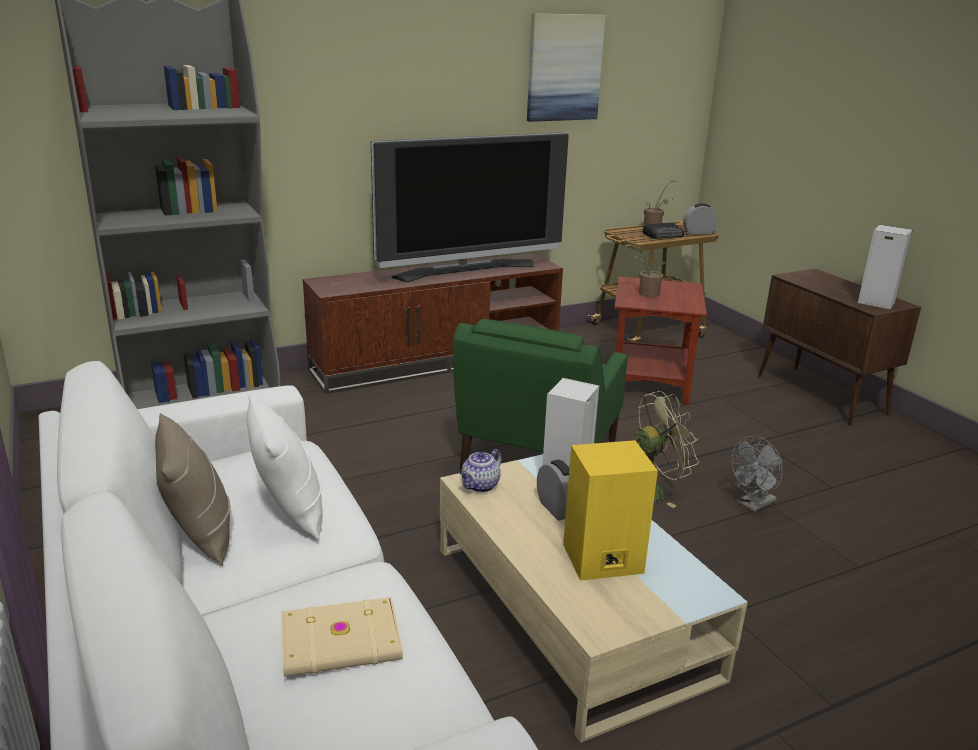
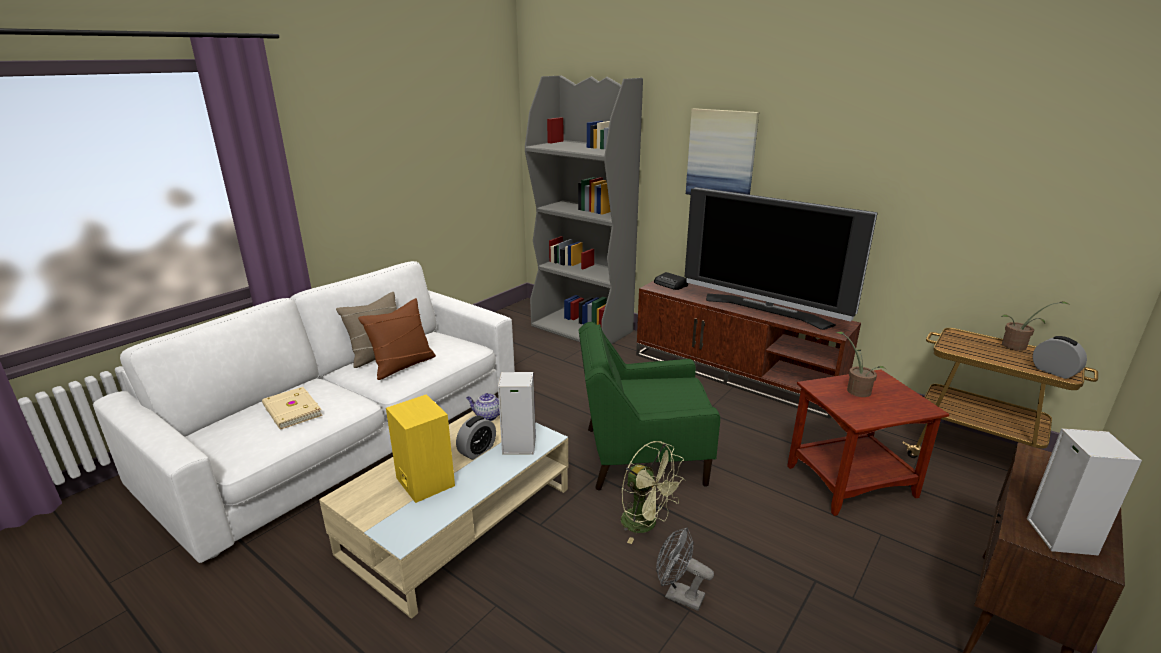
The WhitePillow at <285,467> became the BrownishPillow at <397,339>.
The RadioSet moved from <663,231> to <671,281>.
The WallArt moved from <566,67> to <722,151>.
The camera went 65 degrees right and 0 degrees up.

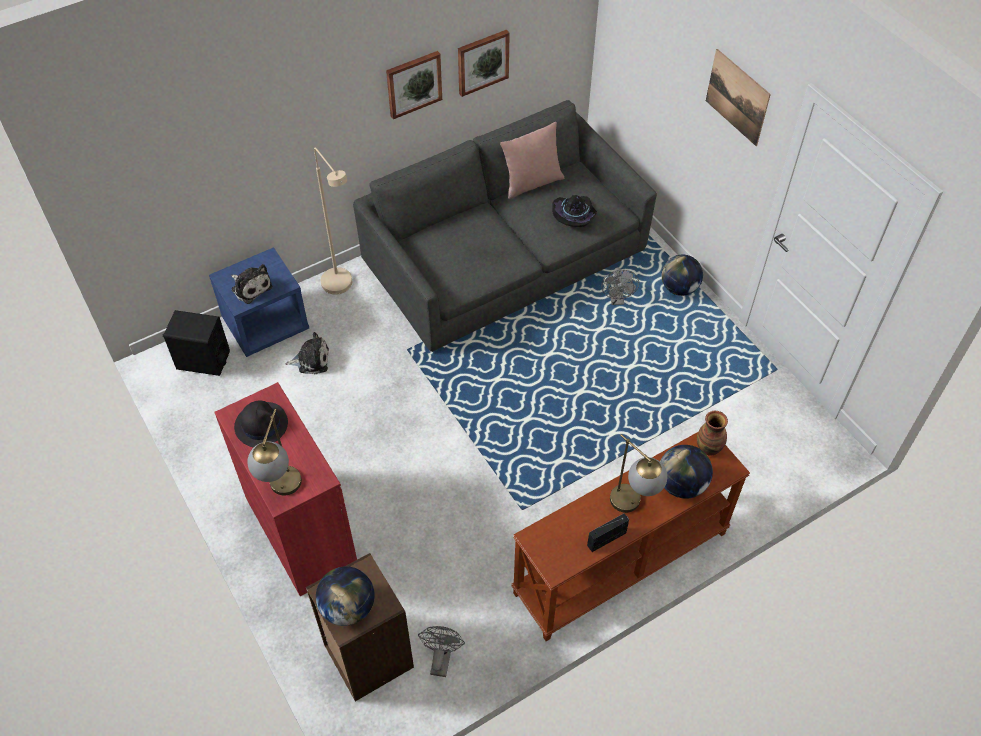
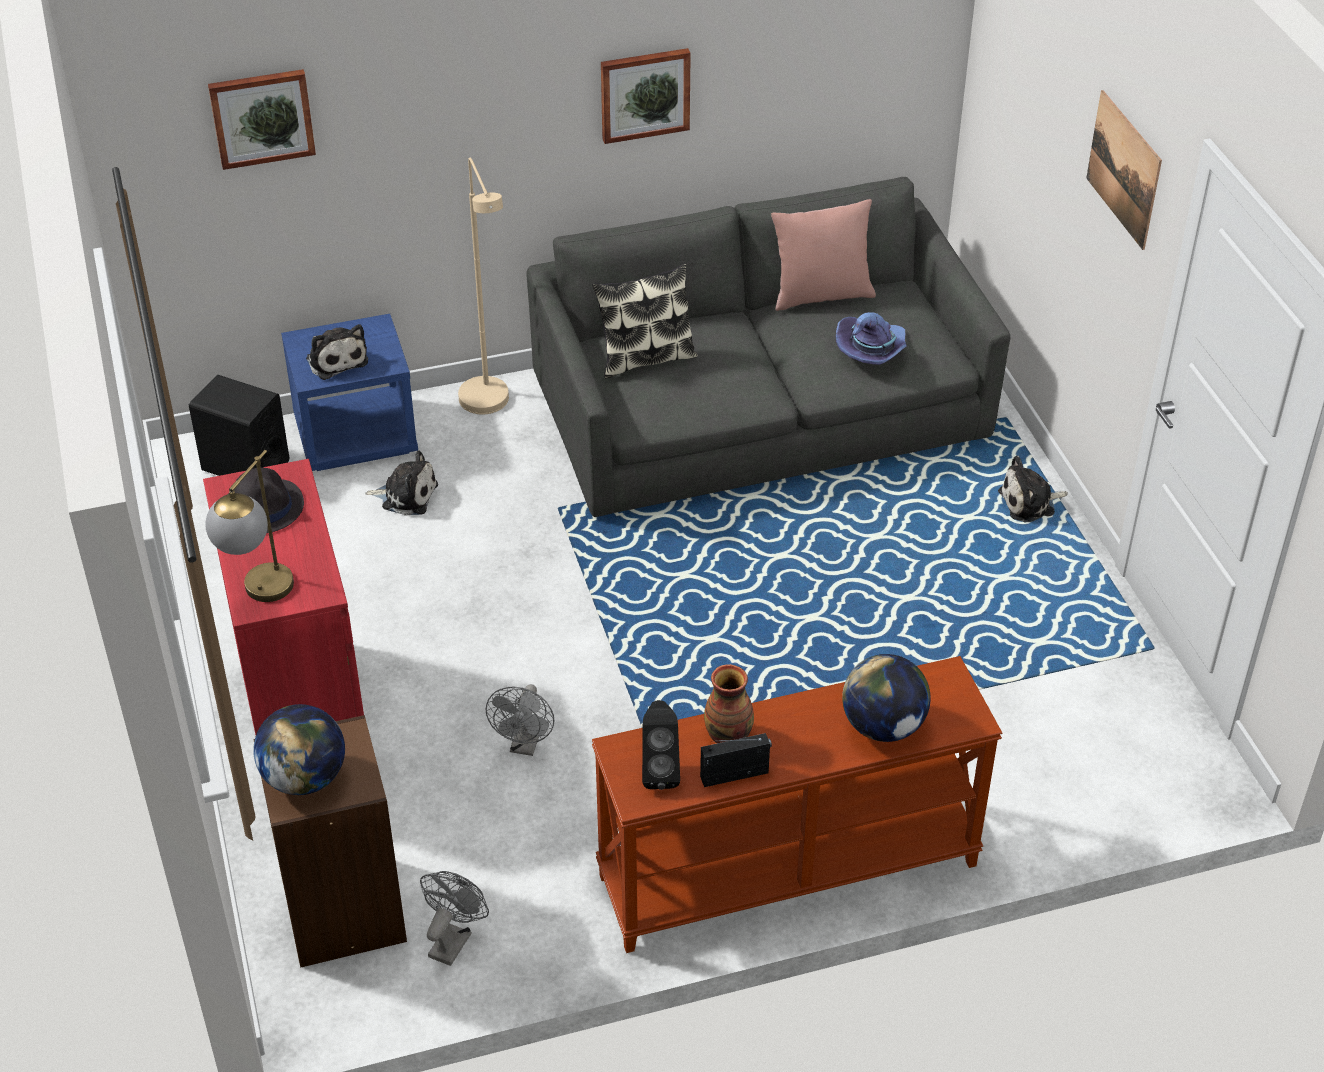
The WallArt moved from <484,63> to <262,119>.
The GreyCoolingFan moved from <620,286> to <519,720>.
The Pillow at <645,320> appeared.
The BlackishLoudspeaker at <661,745> appeared.
The DecorativeVase moved from <712,433> to <729,703>.
The BlackishClothingHat at <574,211> became the PurpleClothingHat at <871,338>.
The WorldGlobe at <682,275> was replaced by the SoftToy at <1033,489>.
The TableLamp at <638,473> disappeared.
The camera went 15 degrees right and 10 degrees down.

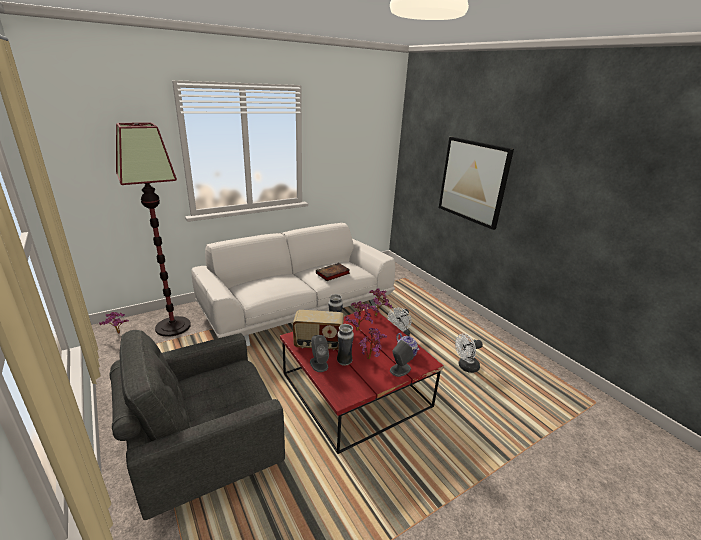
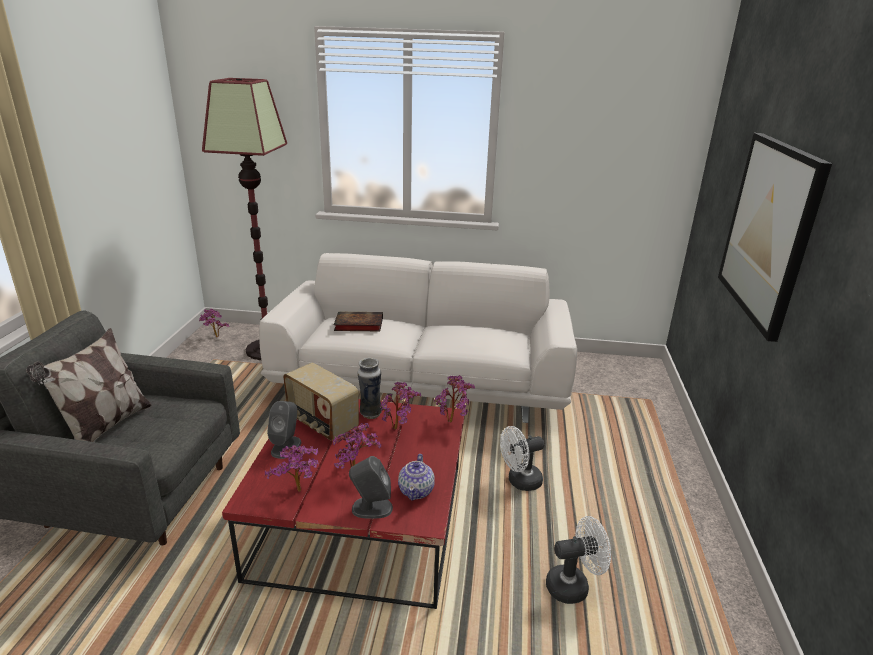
The Pillow at <89,385> appeared.
The Houseplant at <292,468> appeared.
The Book moved from <333,272> to <358,321>.
The WhiteCoolingFan at <469,353> turned 150 degrees clockwise.
The DecorativeVase at <345,345> disappeared.
The camera went 40 degrees right and 0 degrees up.

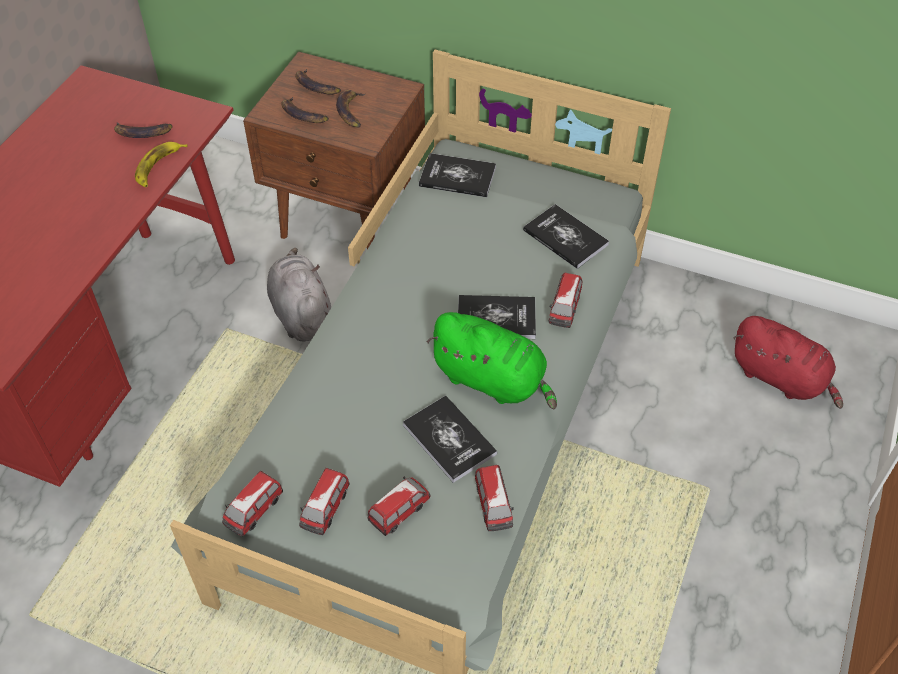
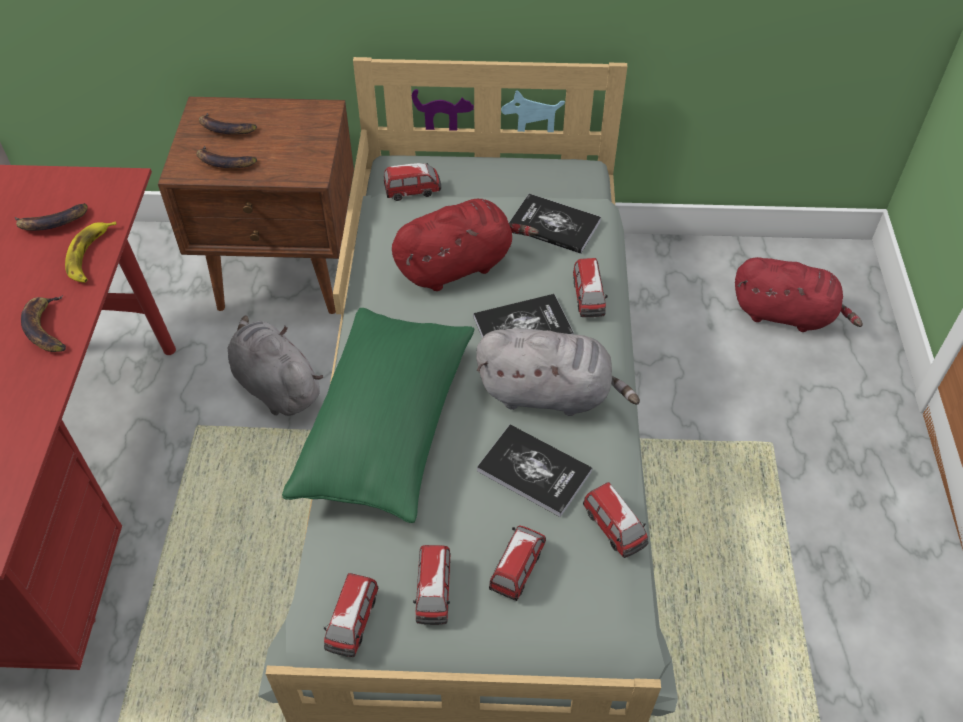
The Banana moved from <351,109> to <43,323>.
The GreenishPillow at <378,415> appeared.
The Book at <457,175> was replaced by the MiniatureCar at <412,182>.
The RedColouredSoftToy at <465,245> appeared.
The GreenishSoftToy at <492,360> became the GreySoftToy at <558,372>.
The camera went 20 degrees left and 0 degrees up.

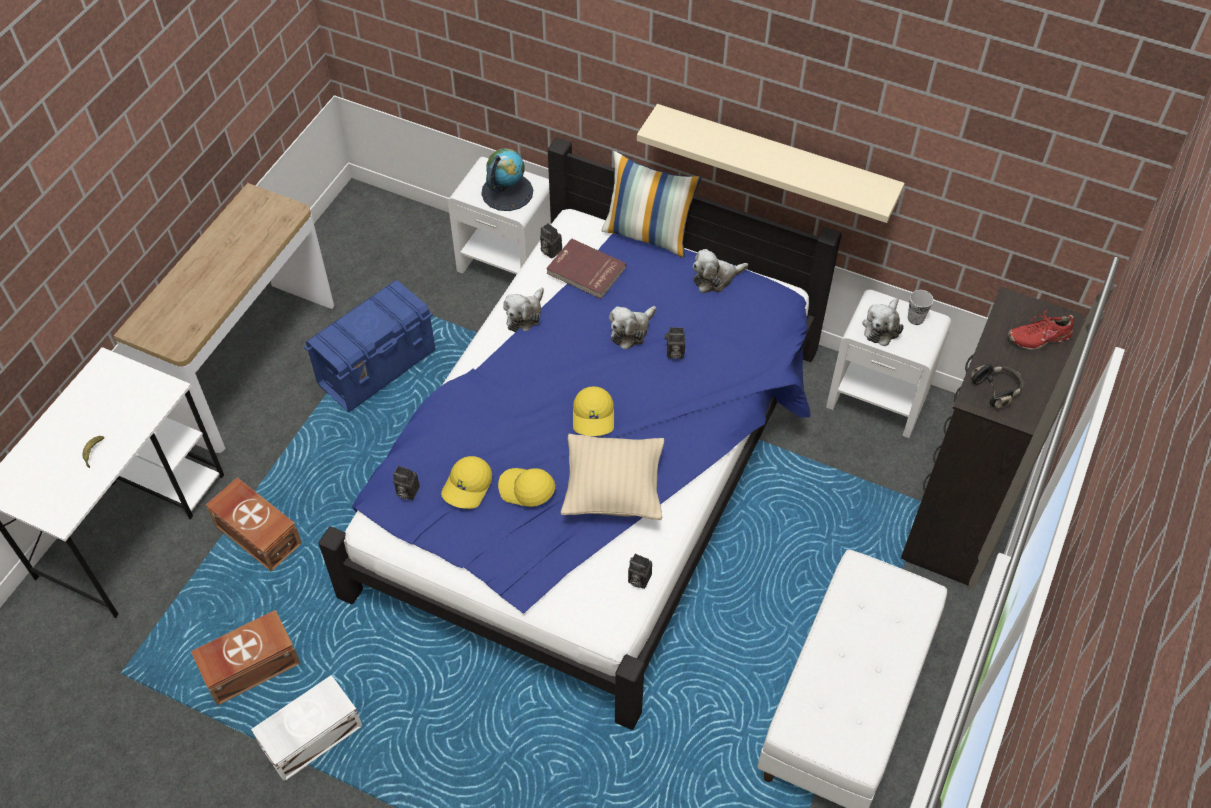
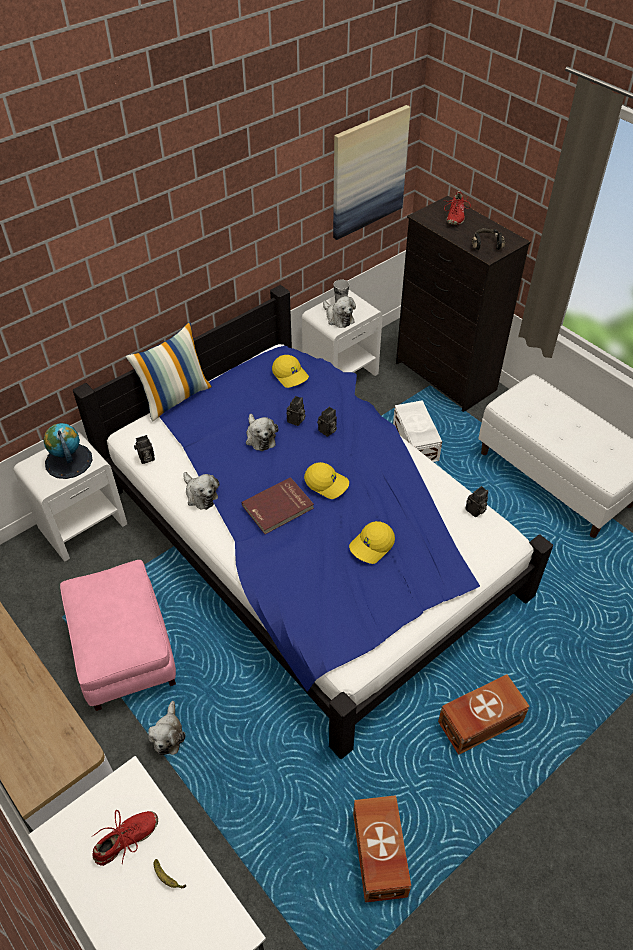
The BluishStorageContainer at <369,346> was replaced by the PinkPouffe at <118,635>.
The RedColouredShoe at <124,838> appeared.
The SoftToy moved from <720,271> to <166,728>.
The RedColouredBook moved from <586,269> to <278,505>.
The YellowishBaseballCap moved from <466,482> to <290,371>.
The PhotoCamera moved from <406,483> to <327,422>.
The WallArt at <372,172> appeared.
The WhiteStorageContainer moved from <306,728> to <417,431>.
The BrownishStorageContainer moved from <254,524> to <484,714>.
The BeigePillow at <612,477> disappeared.
The BeigeBracketShelf at <771,163> disappeared.
The camera went 65 degrees left and 5 degrees down.

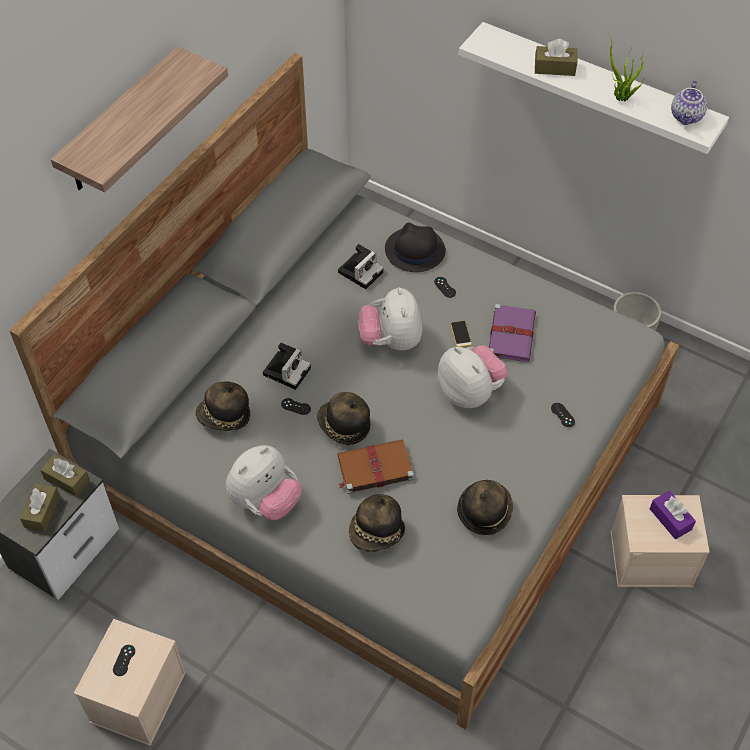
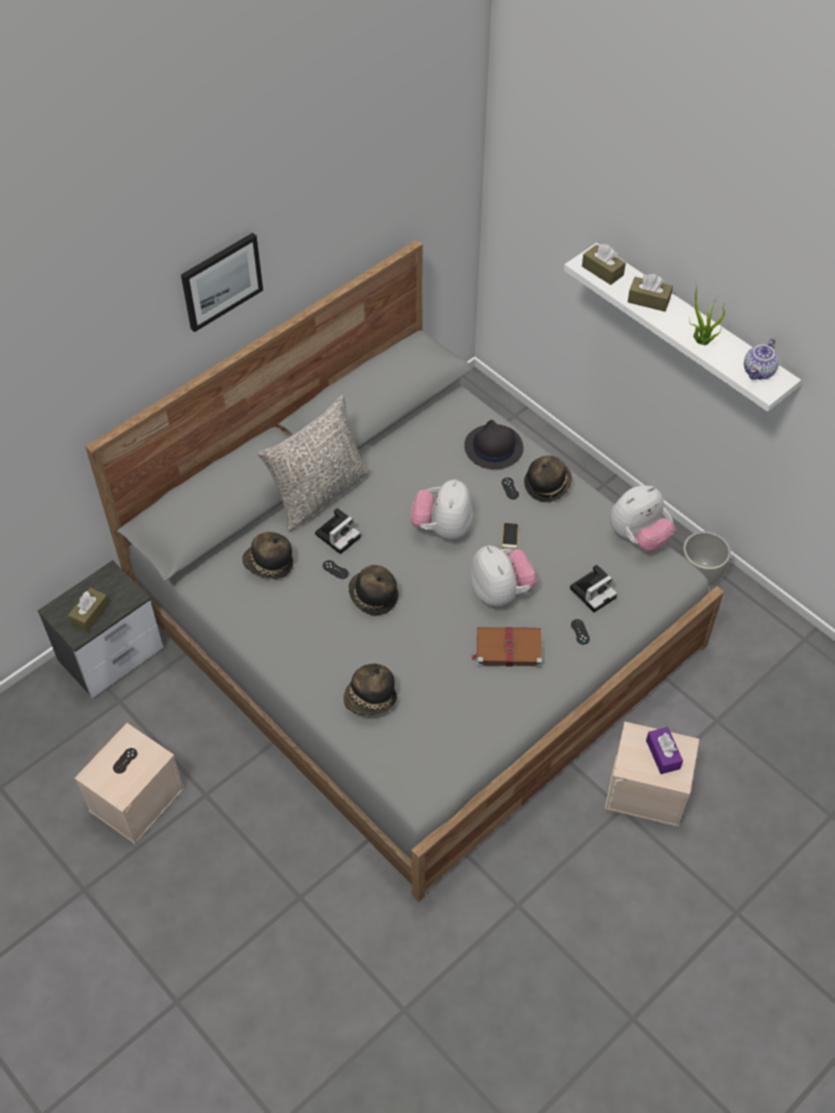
The BracketShelf at <139,119> was replaced by the WallArt at <222,282>.
The GreyPillow at <314,463> appeared.
The BrownishBook moved from <375,467> to <506,647>.
The ClothingHat moved from <485,507> to <548,479>.
The PhotoCamera moved from <361,266> to <593,588>.
The BrownishTissueHolder moved from <65,475> to <604,264>.
The SoftToy moved from <264,482> to <642,518>.
The PurpleBook at <512,333> disappeared.
The camera went 15 degrees right and 0 degrees up.

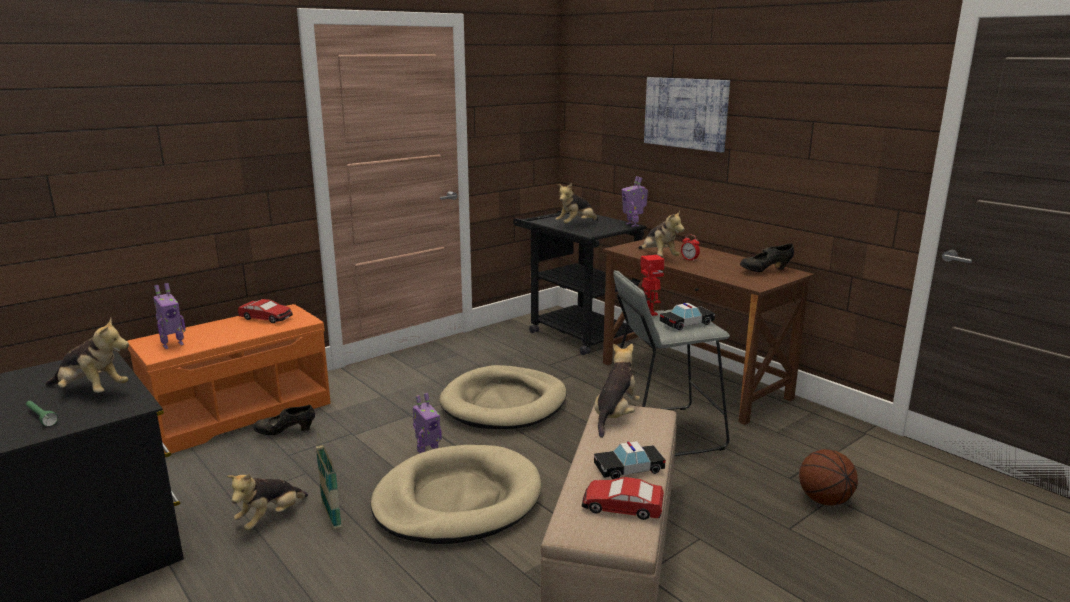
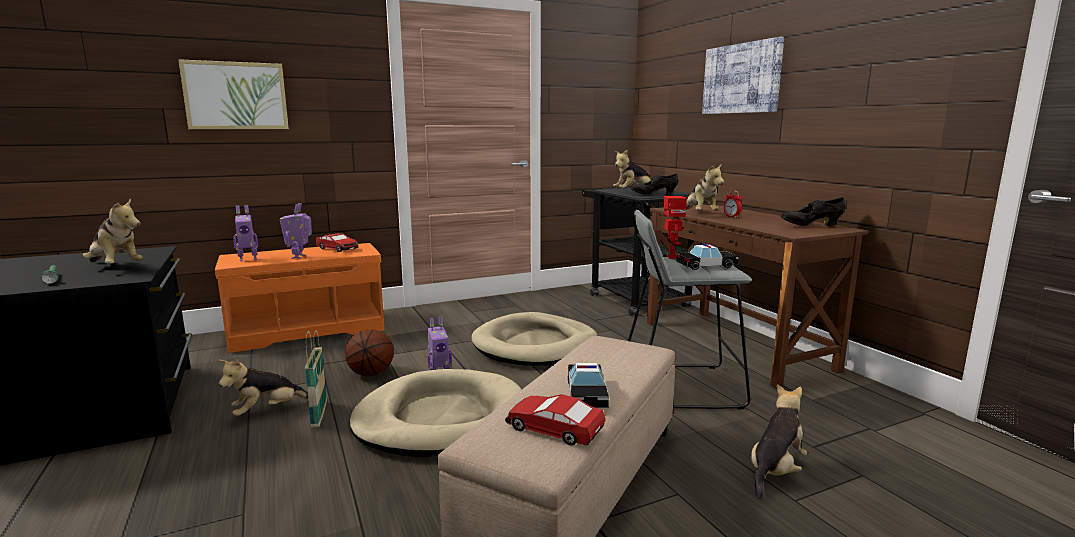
The WallArt at <233,94> appeared.
The ModelRobot moved from <635,201> to <295,231>.
The BallForBasketball moved from <828,477> to <369,352>.
The MiniatureCar at <630,460> turned 90 degrees counterclockwise.
The BlackishShoe moved from <284,420> to <654,184>.
The SoftToy moved from <617,390> to <779,441>.
The camera went 15 degrees right and 5 degrees down.

